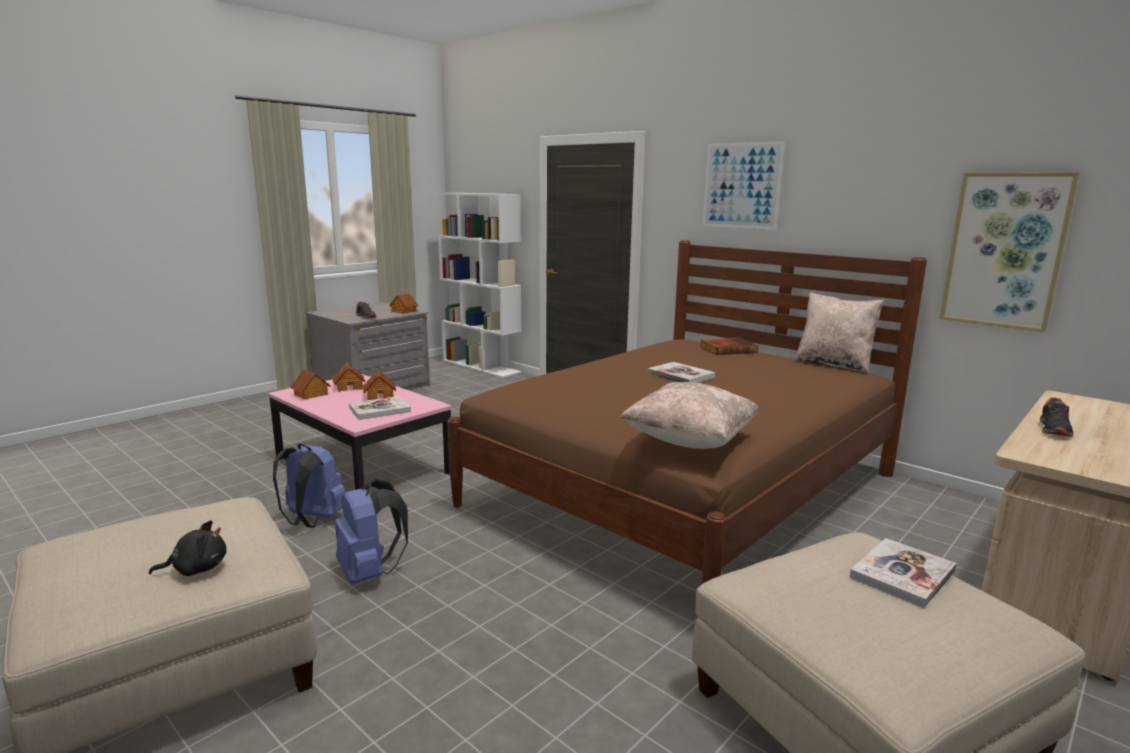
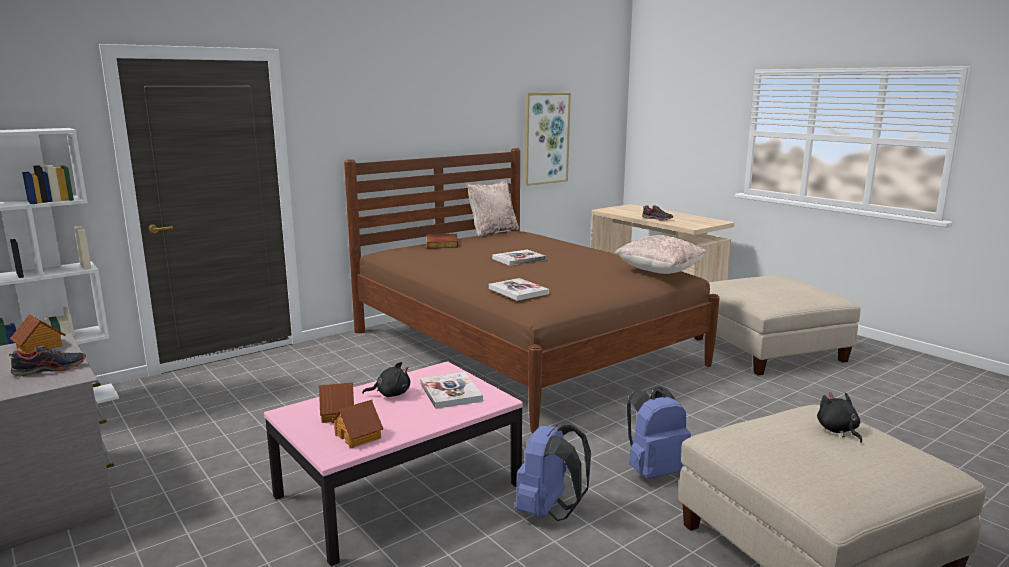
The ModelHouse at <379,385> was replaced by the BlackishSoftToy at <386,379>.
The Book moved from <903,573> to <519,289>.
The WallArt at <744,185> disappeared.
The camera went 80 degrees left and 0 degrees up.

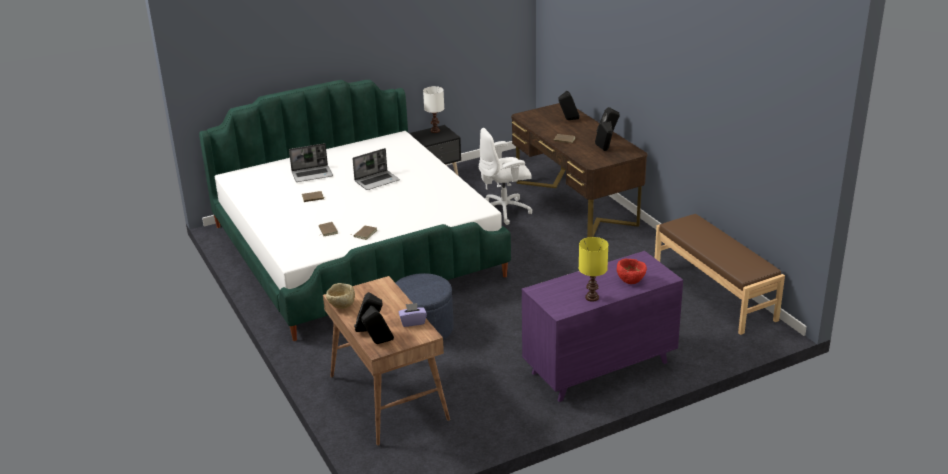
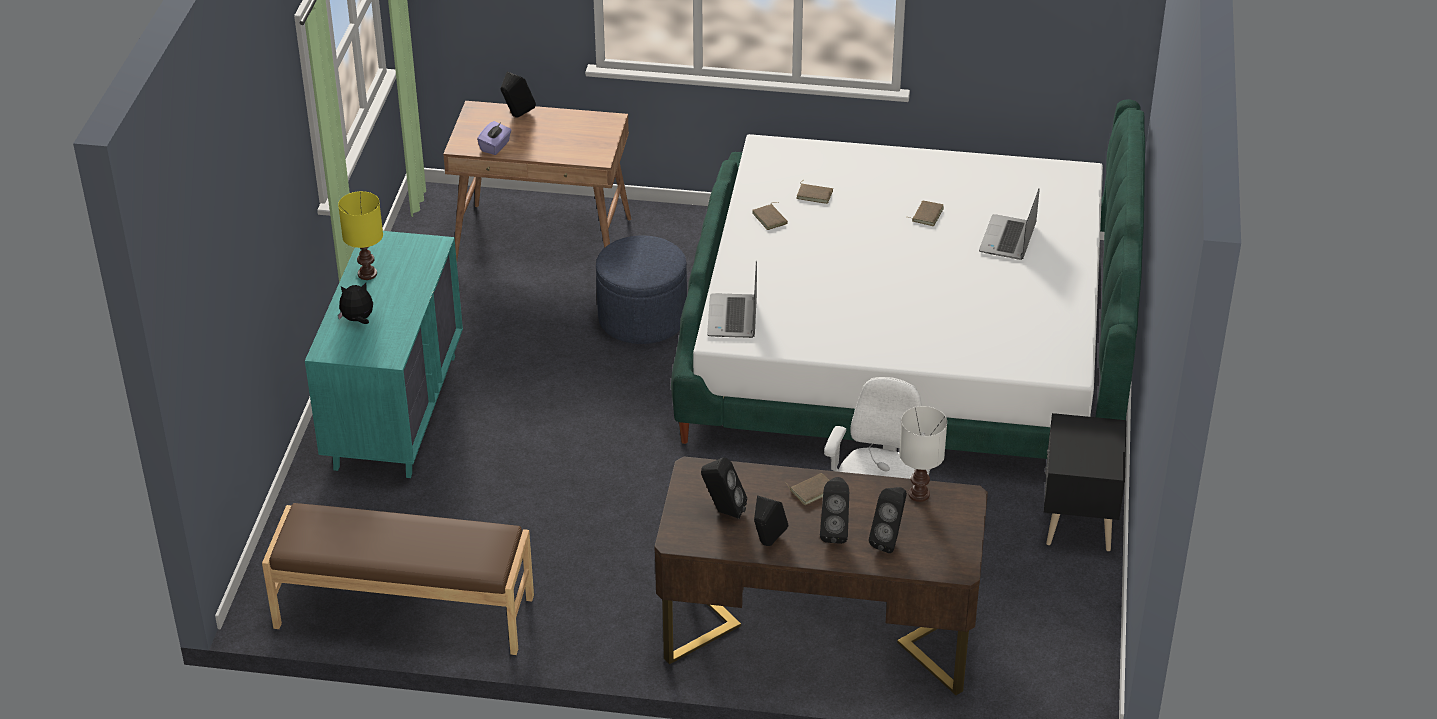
The PurpleChestOfDrawers at <602,326> became the TurquoiseColouredChestOfDrawers at <384,354>.
The RedColouredBowl at <632,271> was replaced by the SoftToy at <355,303>.
The Laptop moved from <376,169> to <732,299>.
The BlackishLoudspeaker moved from <377,325> to <834,510>.
The WhiteTableLamp moved from <433,109> to <923,454>.
The BeigeBowl at <340,296> disappeared.
The camera went 125 degrees right and 10 degrees up.

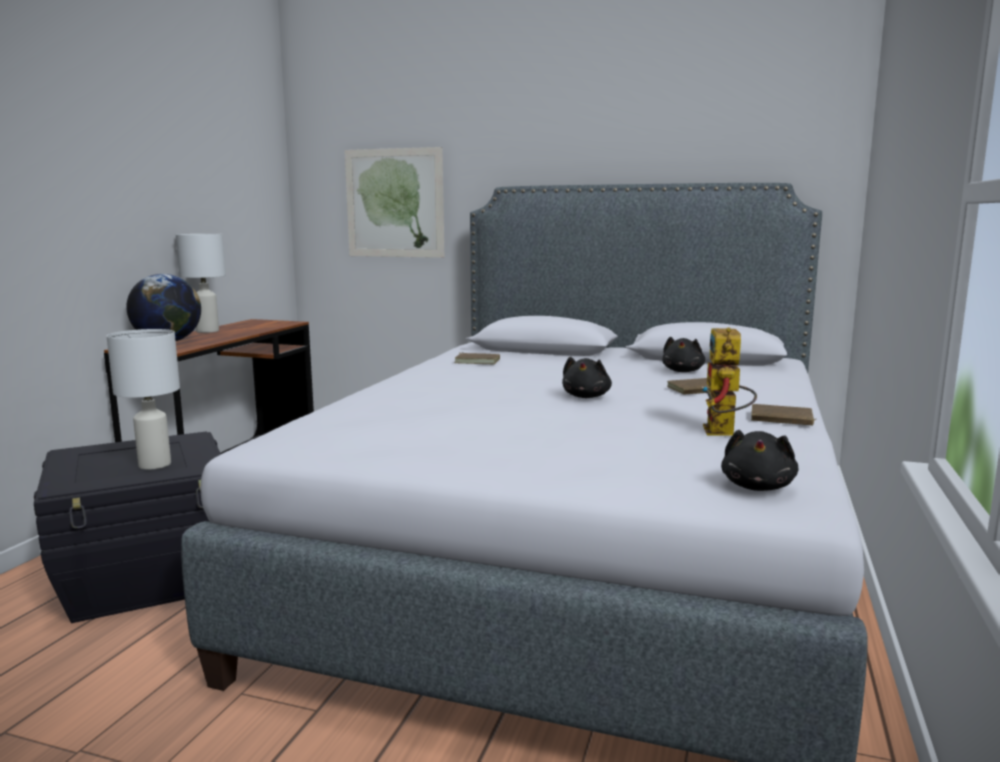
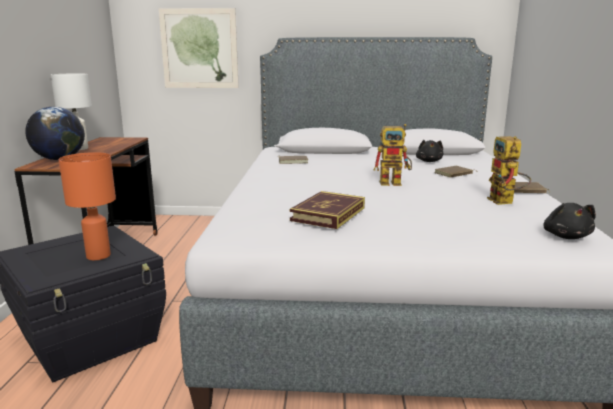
The WhiteTableLamp at <143,399> became the OrangeyTableLamp at <87,206>.
The Book at <327,210> appeared.
The BlackishSoftToy at <587,377> was replaced by the ModelRobot at <392,155>.
The camera went 15 degrees left and 5 degrees up.

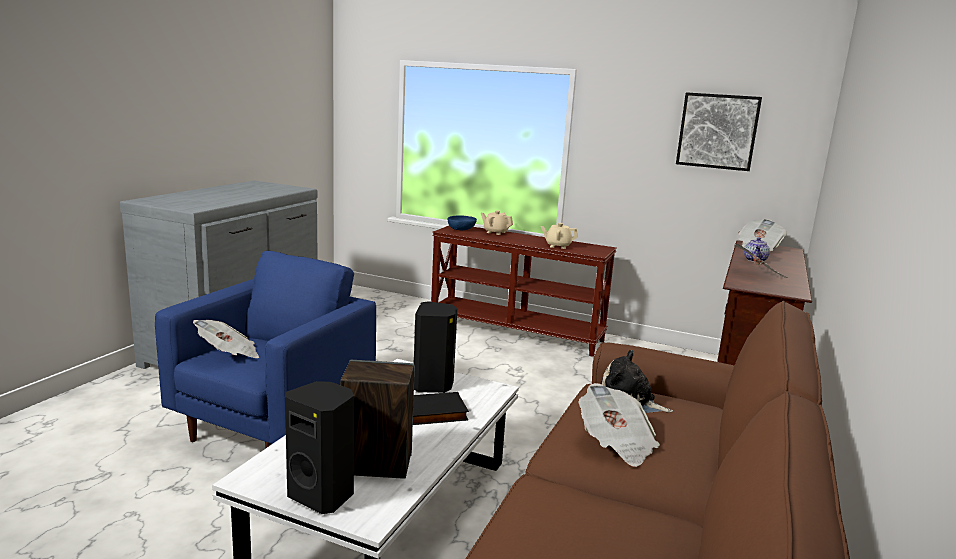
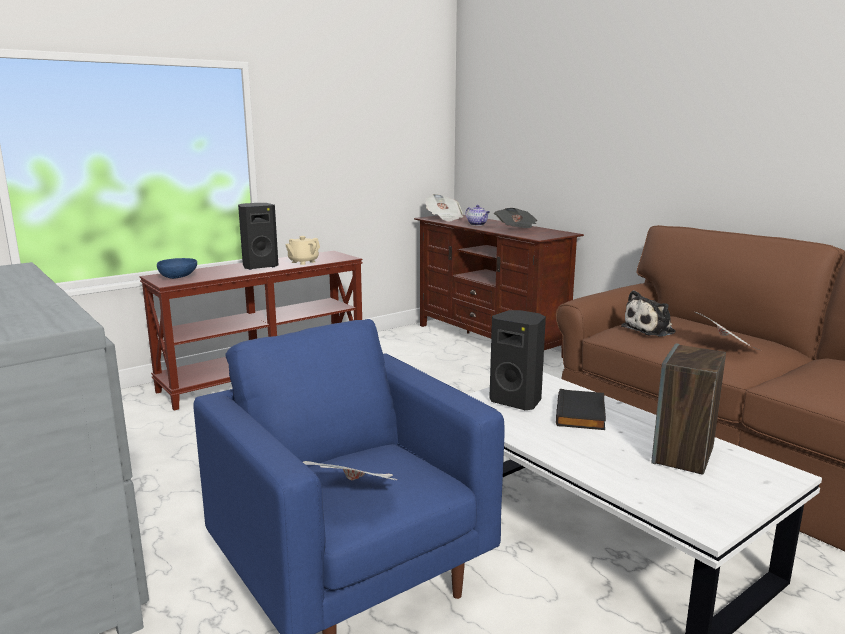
The BlackishLoudspeaker moved from <319,447> to <258,236>.
The BeigeTeapot at <497,223> disappeared.
The WallArt at <719,131> disappeared.
The camera went 60 degrees left and 0 degrees up.

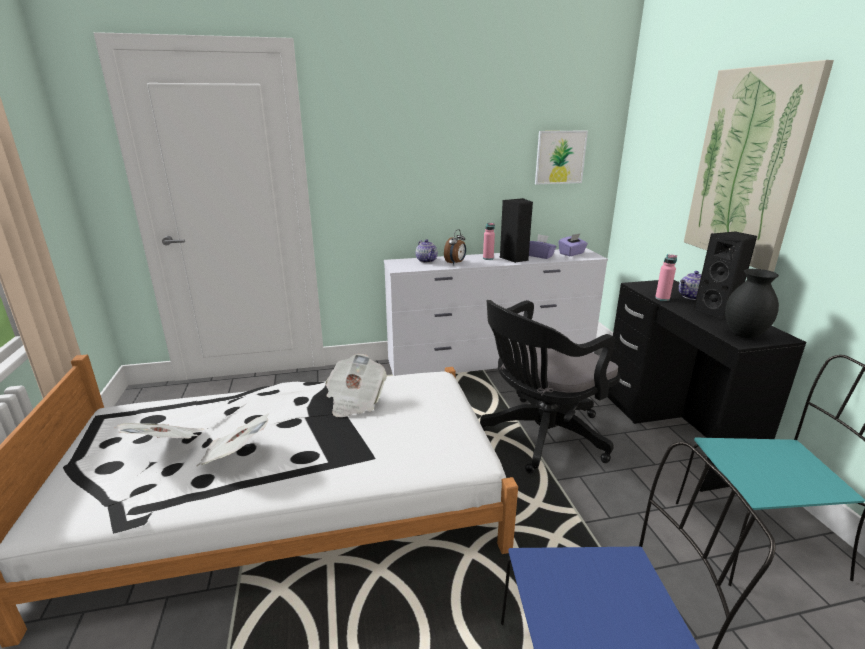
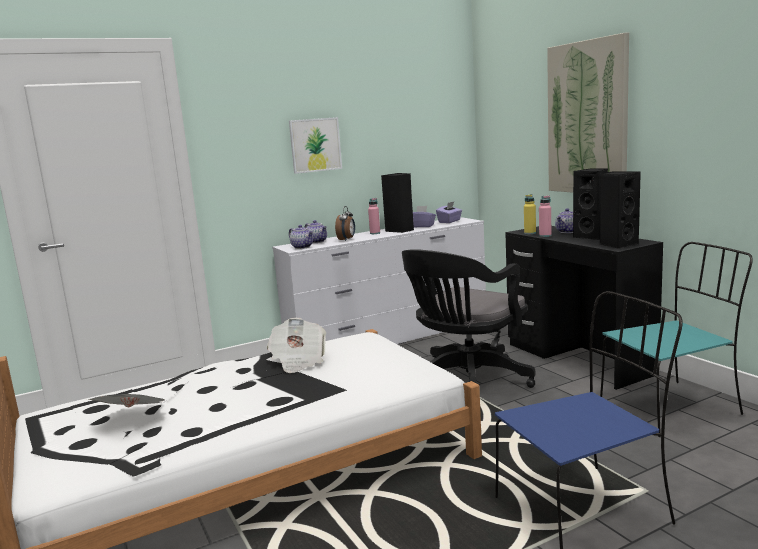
The WallArt moved from <561,157> to <315,145>.
The Teapot at <301,237> appeared.
The YellowishDrinkBottle at <530,214> appeared.
The BlackishDecorativeVase at <752,303> was replaced by the BlackishLoudspeaker at <620,210>.
The PrintedPaper at <233,439> disappeared.
The camera went 15 degrees left and 10 degrees down.

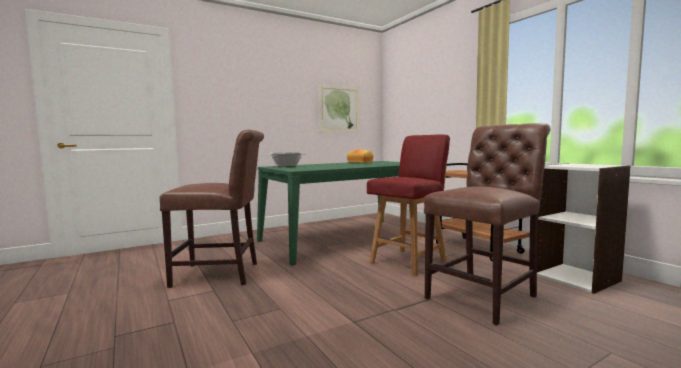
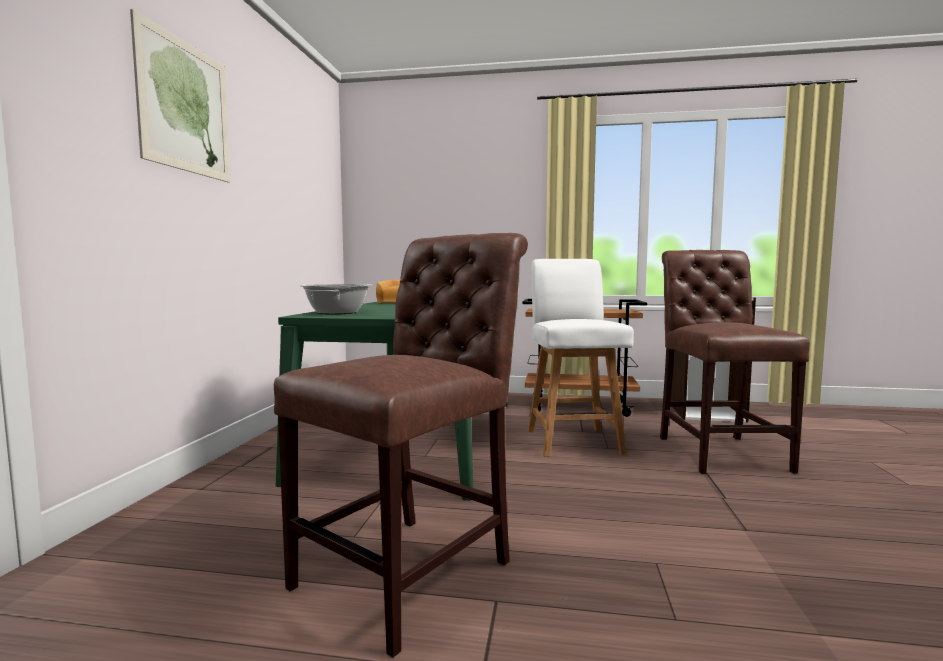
The WallArt moved from <339,108> to <180,96>.
The RedColouredPlainChair at <408,205> became the WhitePlainChair at <581,358>.
The camera went 50 degrees left and 0 degrees up.

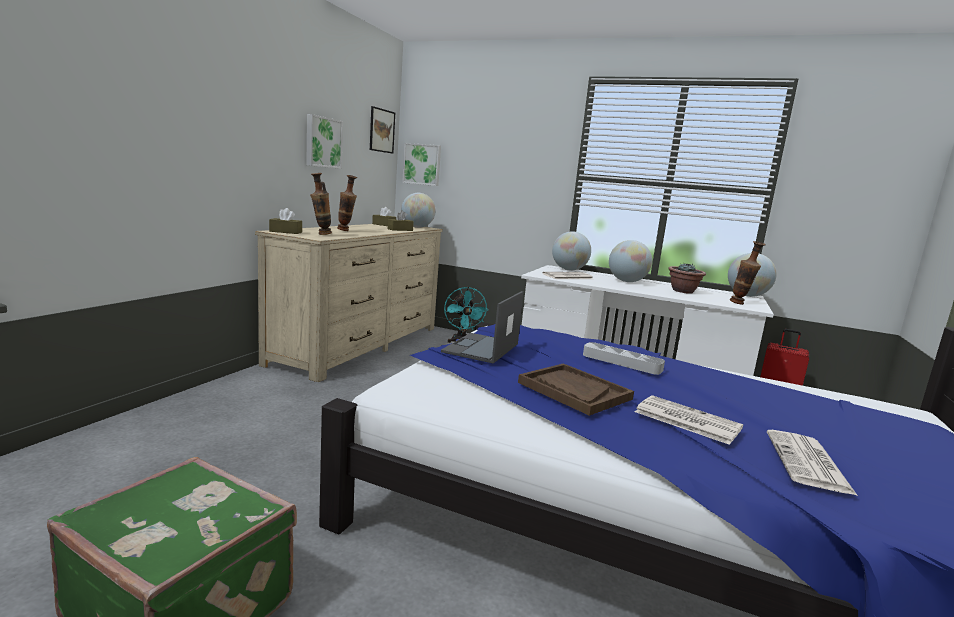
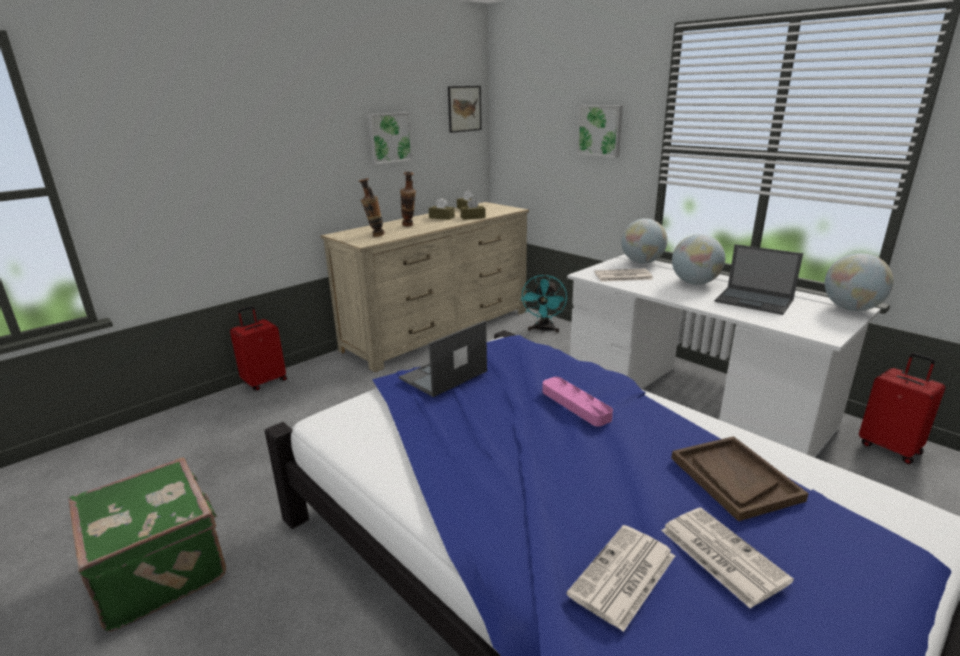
The RedColouredPieceOfLuggage at <258,348> appeared.
The BrownishTissueHolder moved from <285,221> to <442,209>.
The GreyTray at <624,358> became the PinkTray at <577,401>.
The WallArt moved from <421,164> to <600,131>.
The PrintedPaper moved from <689,420> to <727,558>.
The BrownishTray moved from <576,389> to <740,478>.
The Houseplant at <687,278> was replaced by the Laptop at <759,279>.
The WorldGlobe at <418,210> disappeared.
The DecorativeVase at <748,273> disappeared.
The camera went 25 degrees right and 10 degrees up.

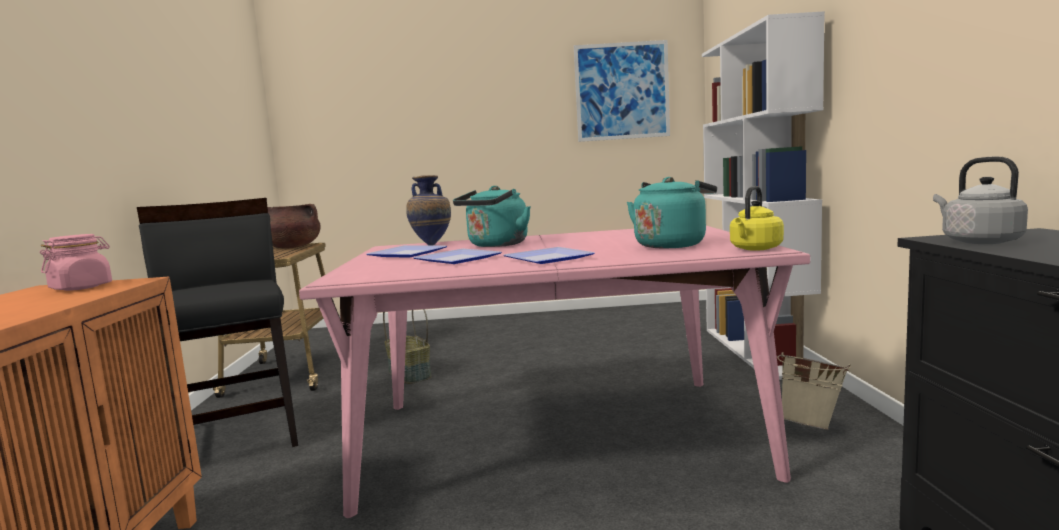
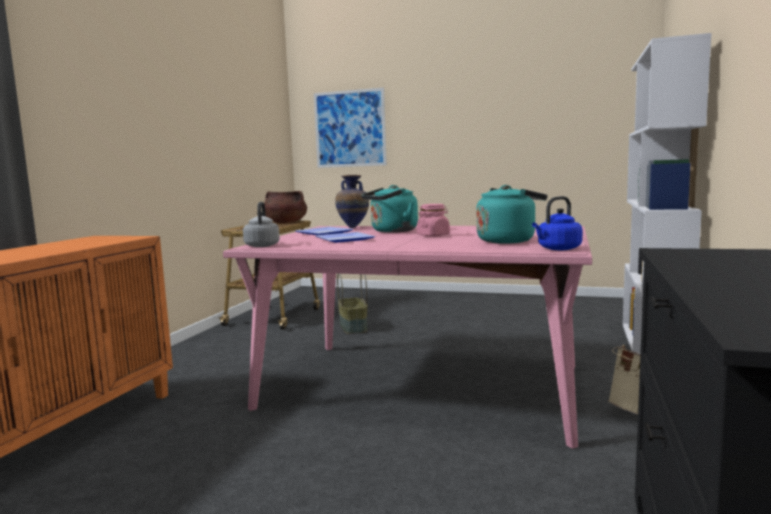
The GreyKettle moved from <980,200> to <261,224>.
The WallArt moved from <622,91> to <350,127>.
The PinkStorageJar moved from <76,262> to <433,220>.
The YellowishKettle at <757,218> became the BluishKettle at <557,223>.
The BlackishPlainChair at <217,322> disappeared.
The Plate at <549,255> disappeared.
The camera went 20 degrees right and 0 degrees up.

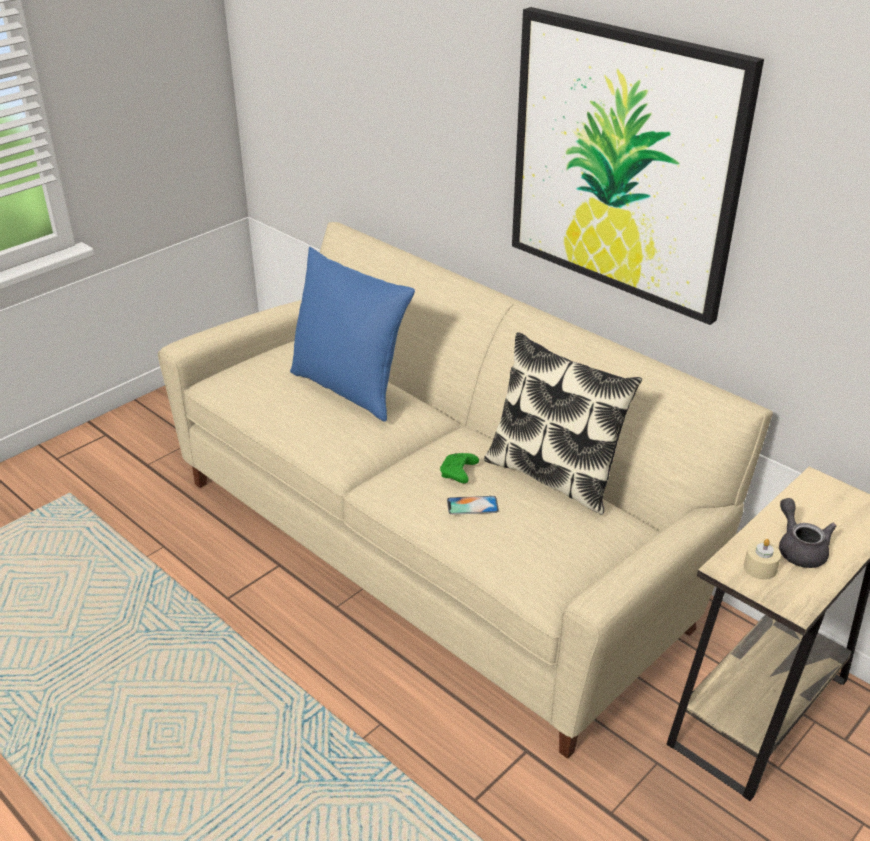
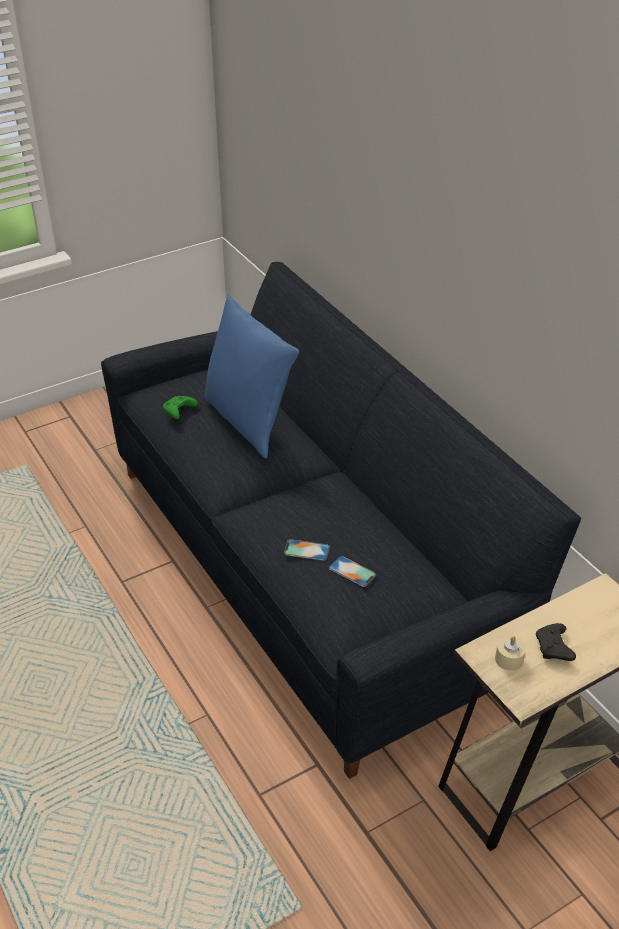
The BeigeCouch at <465,490> became the BlackishCouch at <341,520>.
The GreenishJoypad moved from <459,468> to <180,407>.
The Handset at <352,571> appeared.
The GreyTeapot at <807,533> was replaced by the BlackishJoypad at <556,642>.
The Pillow at <563,423> disappeared.
The WallArt at <638,166> disappeared.
The camera went 15 degrees right and 5 degrees up.

